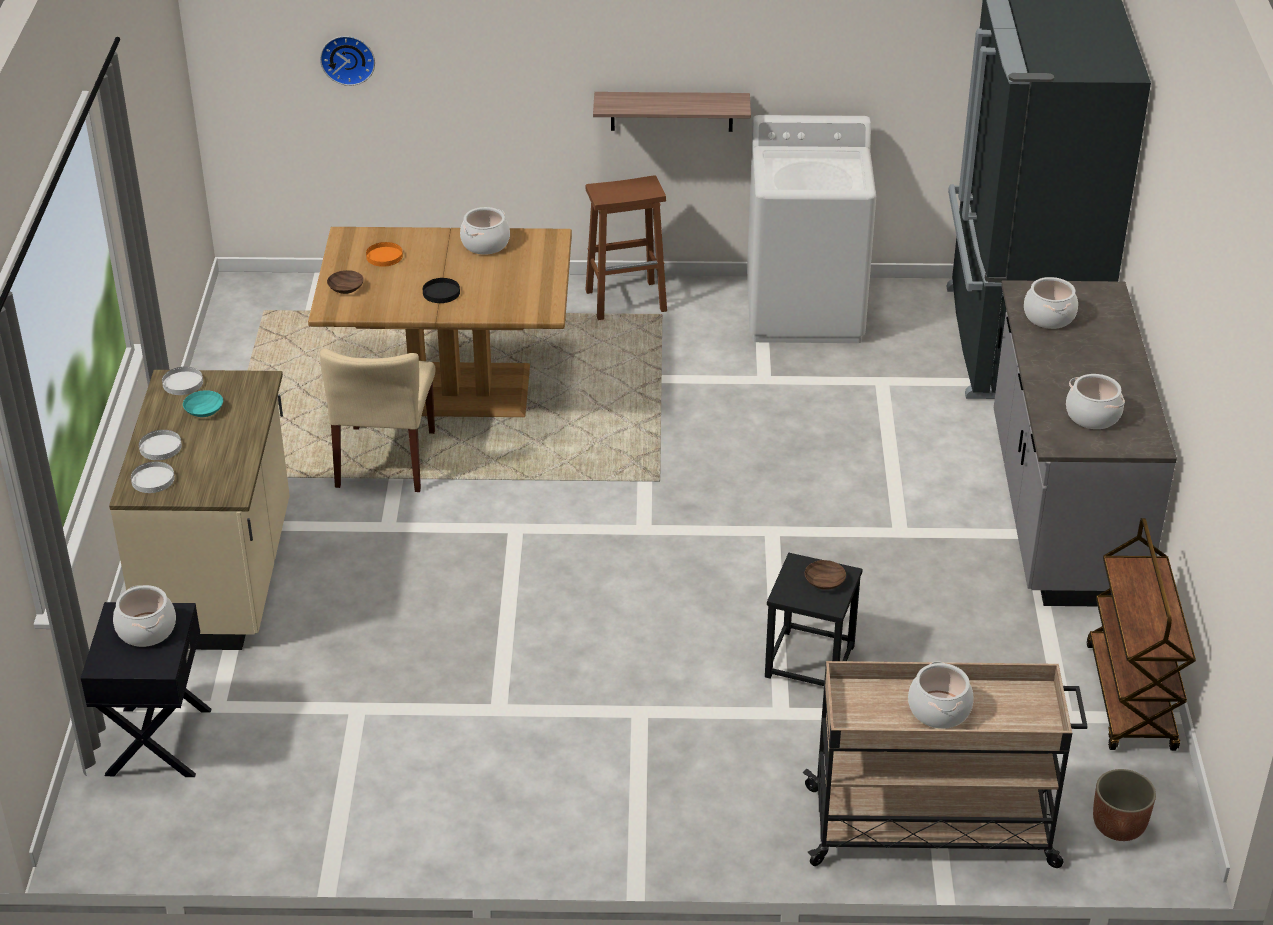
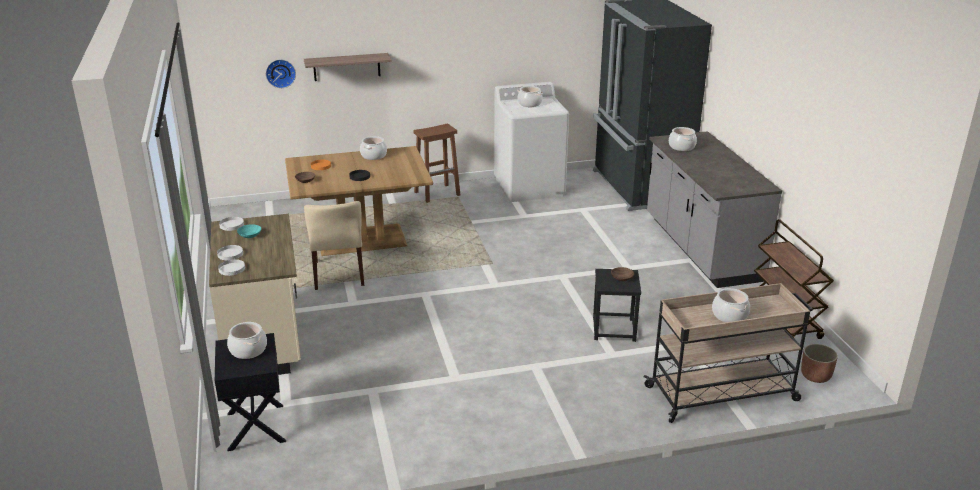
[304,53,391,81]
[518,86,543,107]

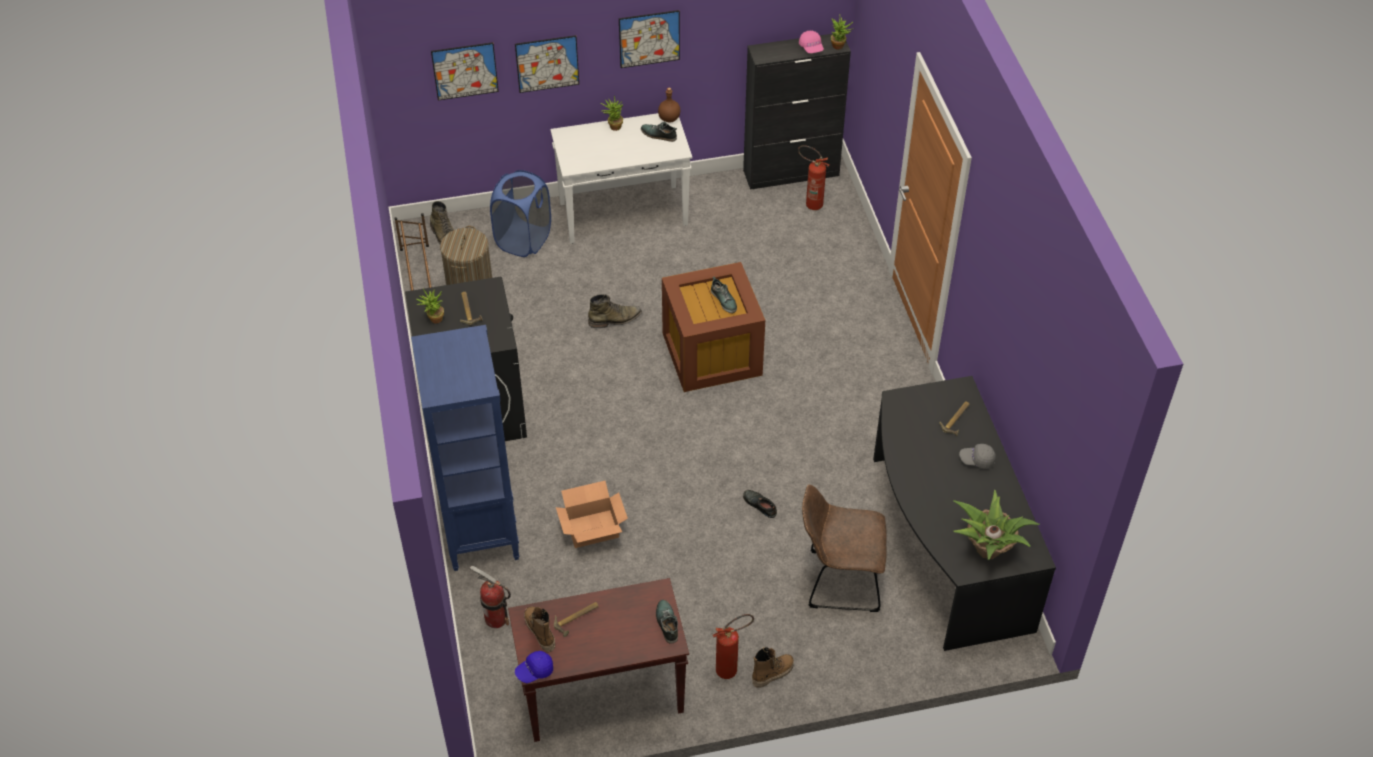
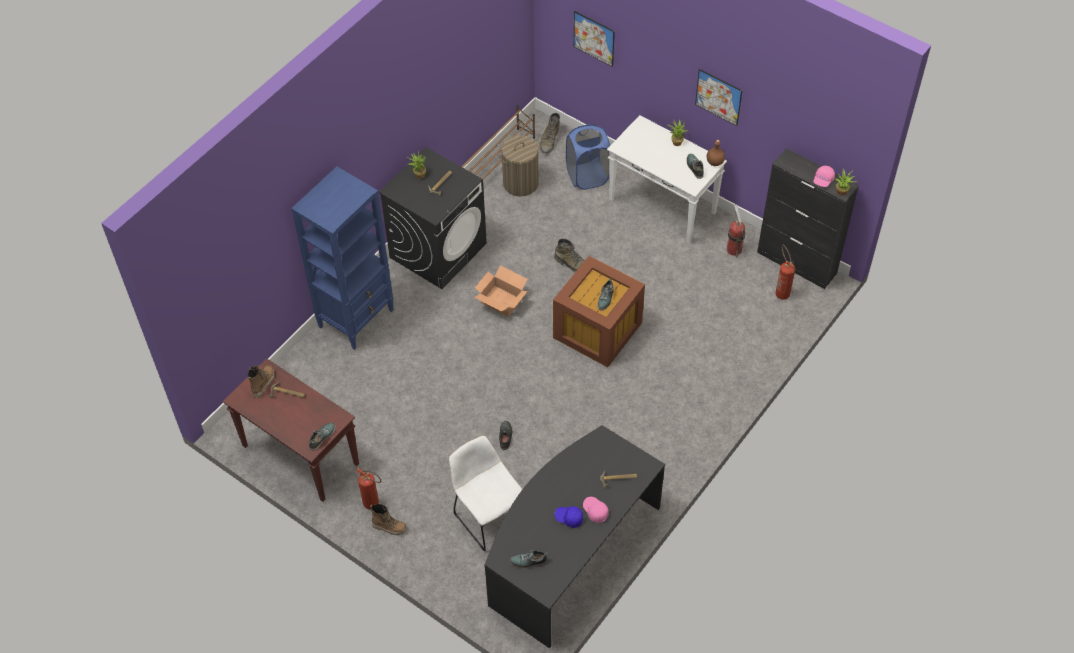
[449,436,522,551]
[474,265,528,317]
[509,550,547,568]
[554,506,583,528]
[583,497,609,523]
[727,205,745,257]
[515,35,579,93] (first image)

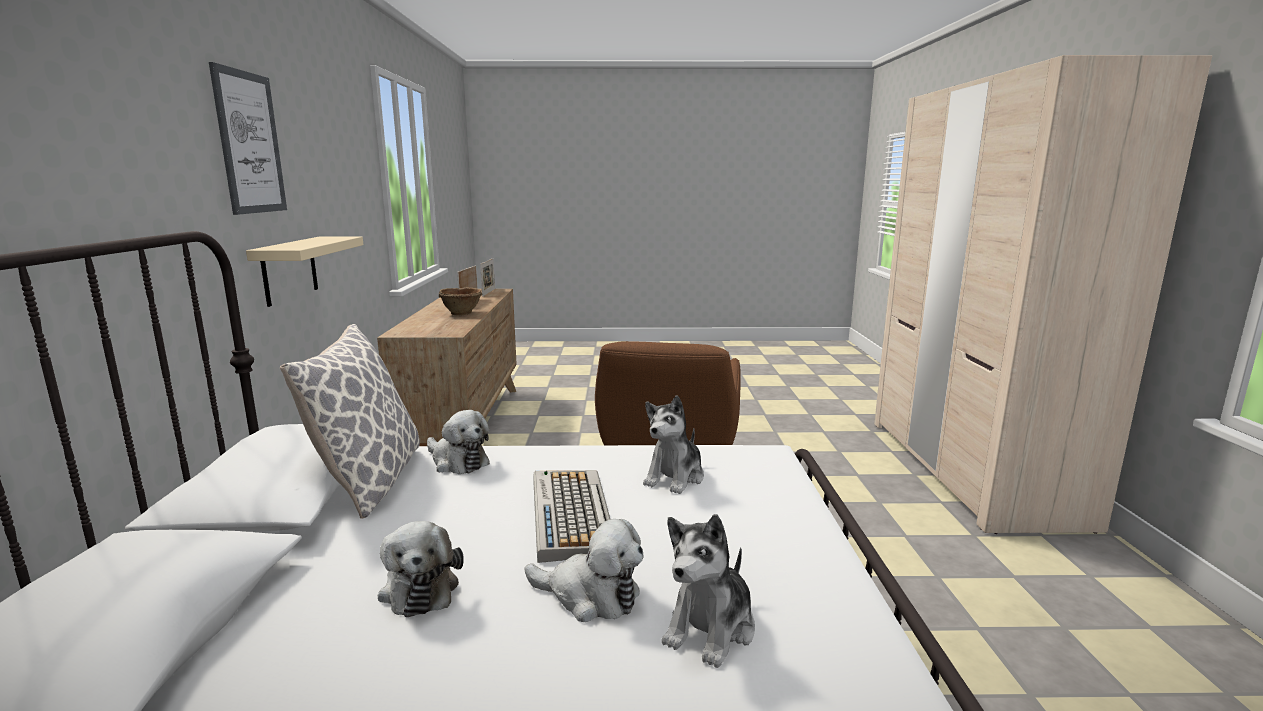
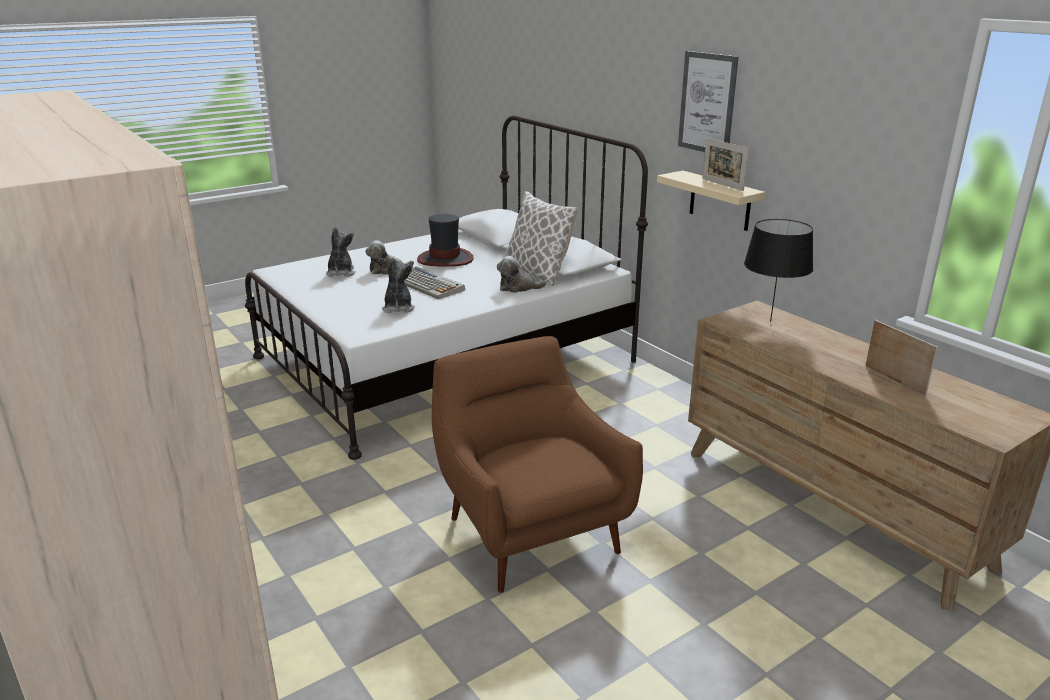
[417,214,474,267]
[702,138,749,191]
[744,219,814,322]
[439,287,482,316] (first image)

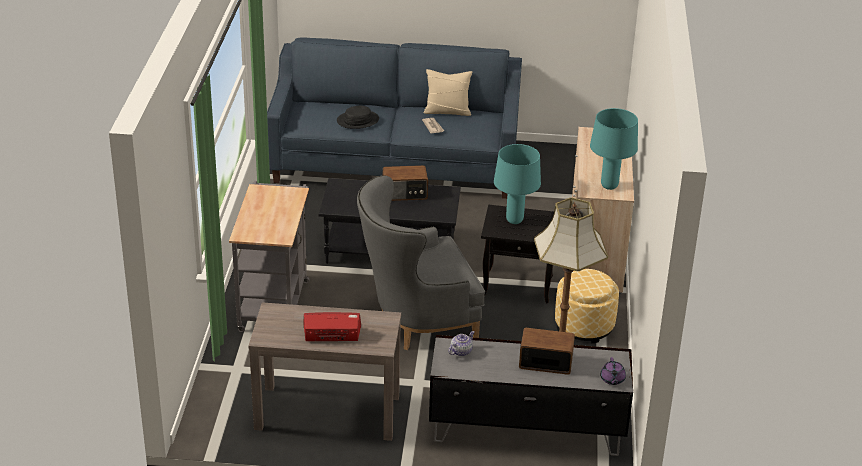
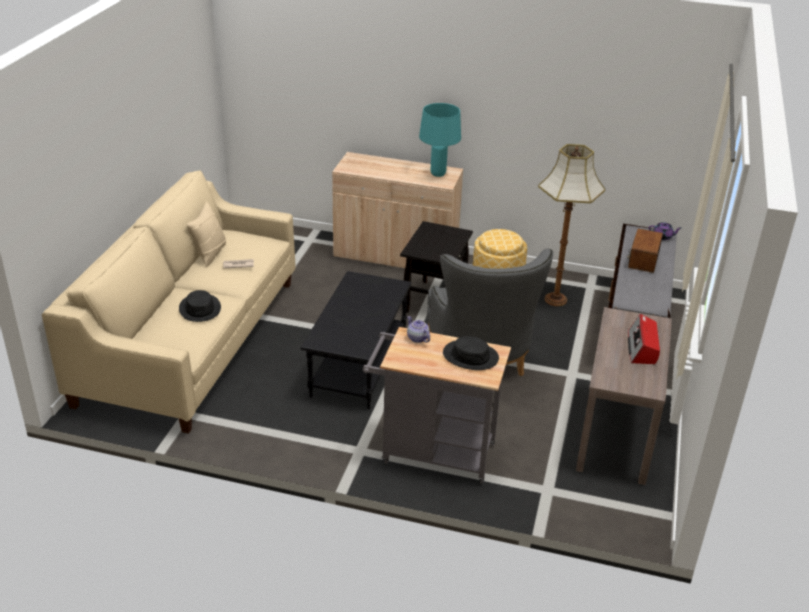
[42,170,296,434]
[407,316,430,343]
[443,336,499,370]
[383,165,428,201] (first image)
[494,144,541,224] (first image)

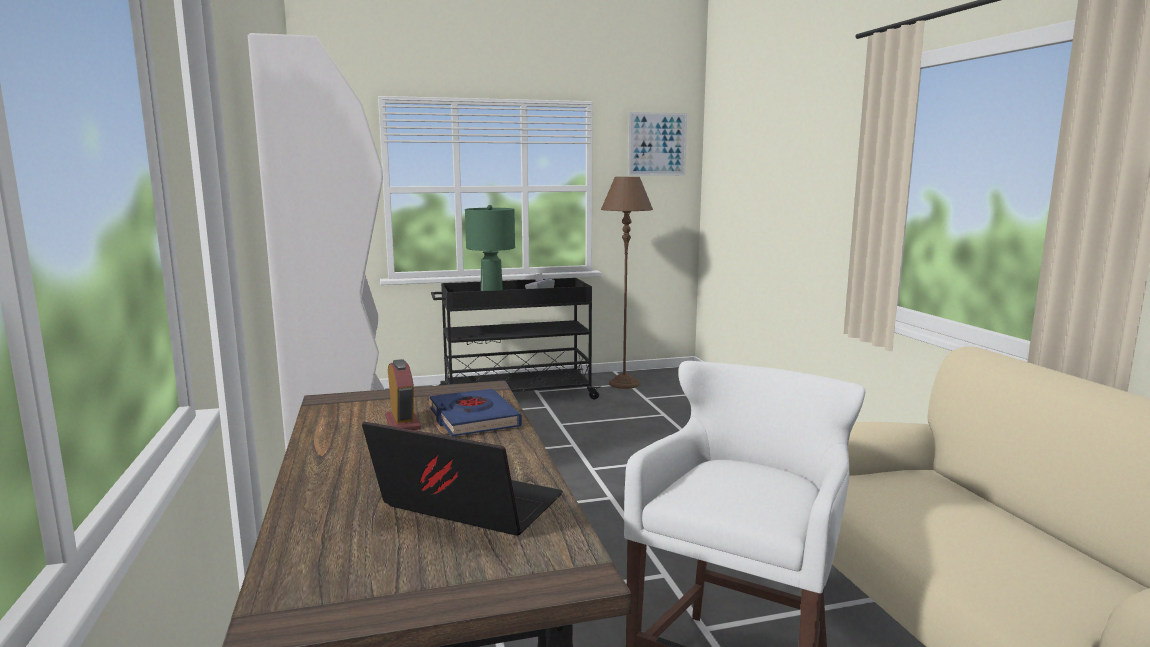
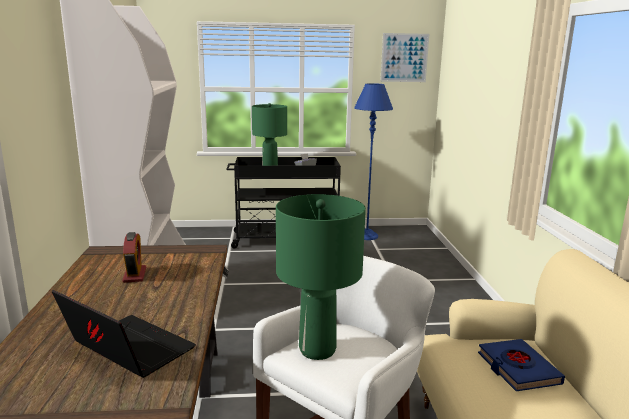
[276,194,366,360]
[354,83,393,240]
[478,339,565,391]

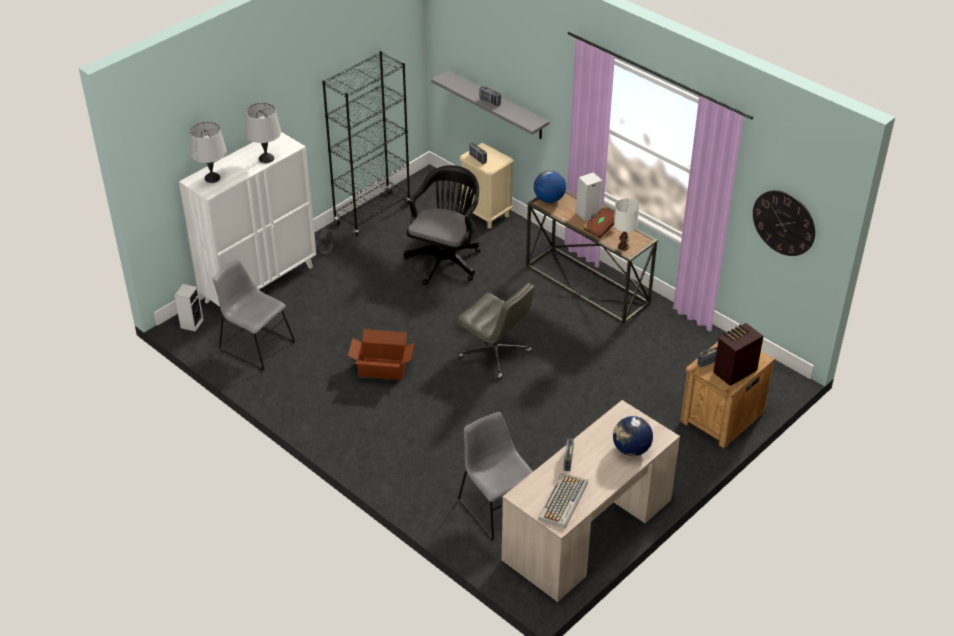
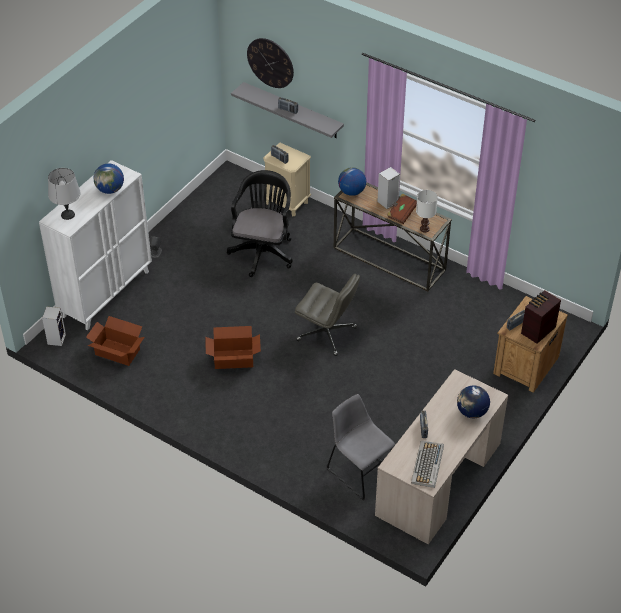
[86,316,145,366]
[94,163,124,194]
[247,38,294,88]
[322,51,410,236] (first image)

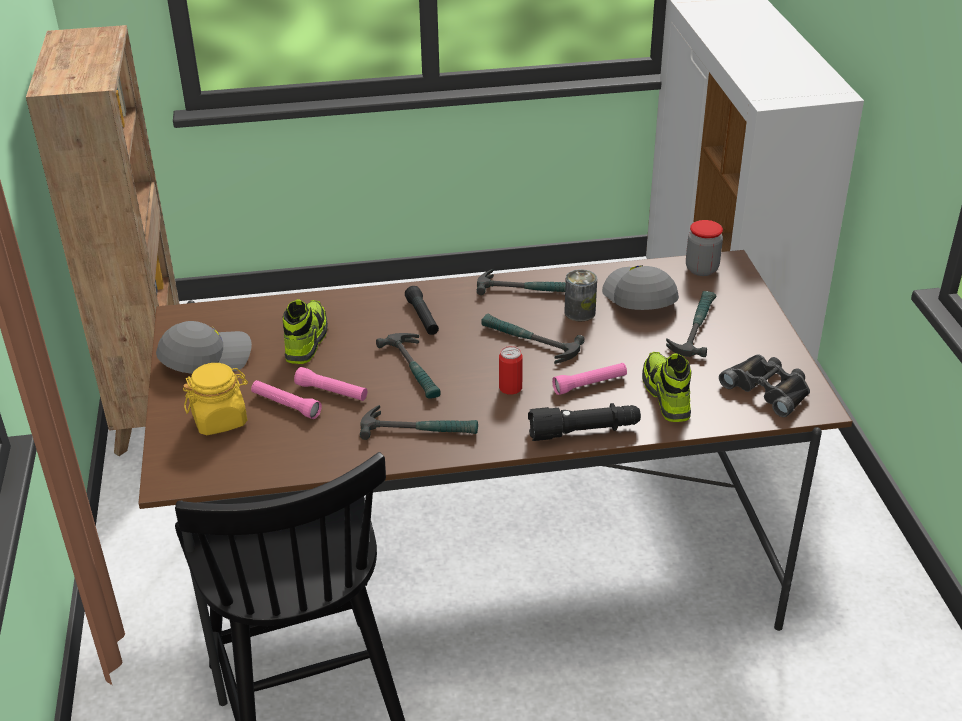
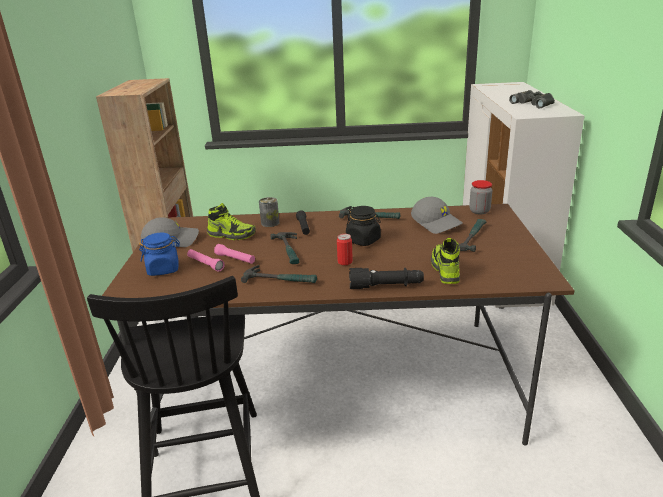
[139,233,180,276]
[207,203,256,240]
[259,197,279,227]
[346,206,381,246]
[411,197,463,234]
[509,90,555,108]
[552,363,627,395] (first image)

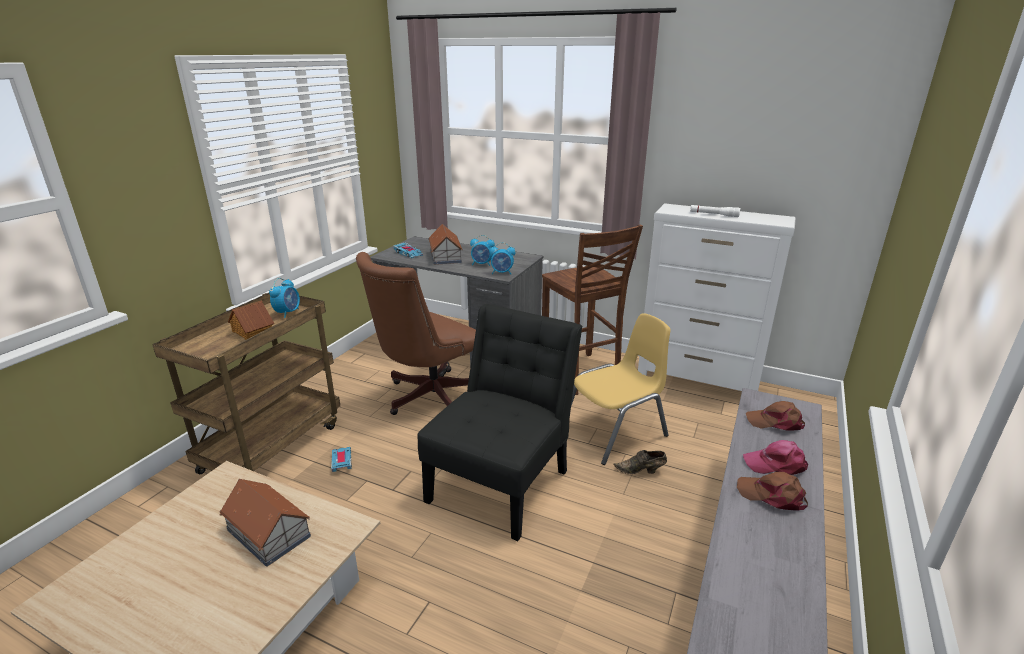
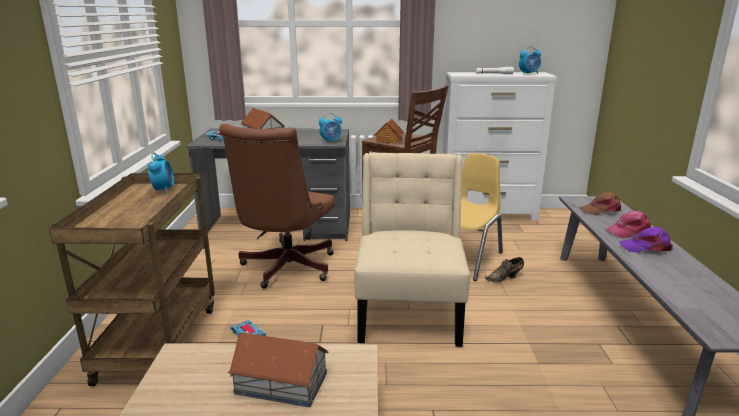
[355,153,470,347]
[374,119,405,144]
[519,46,541,75]
[619,227,673,253]

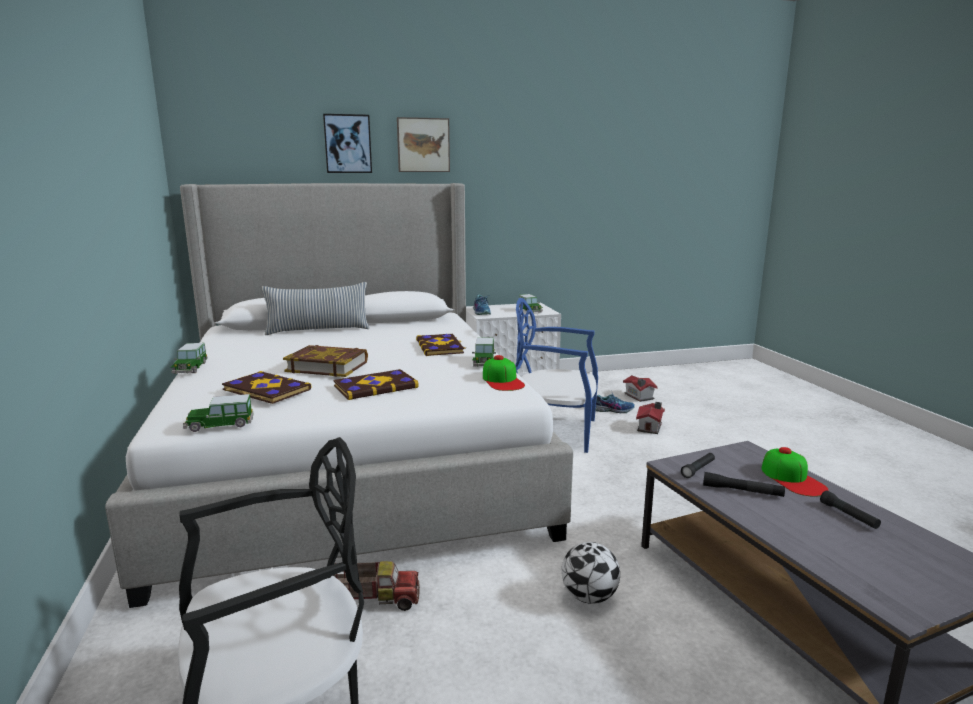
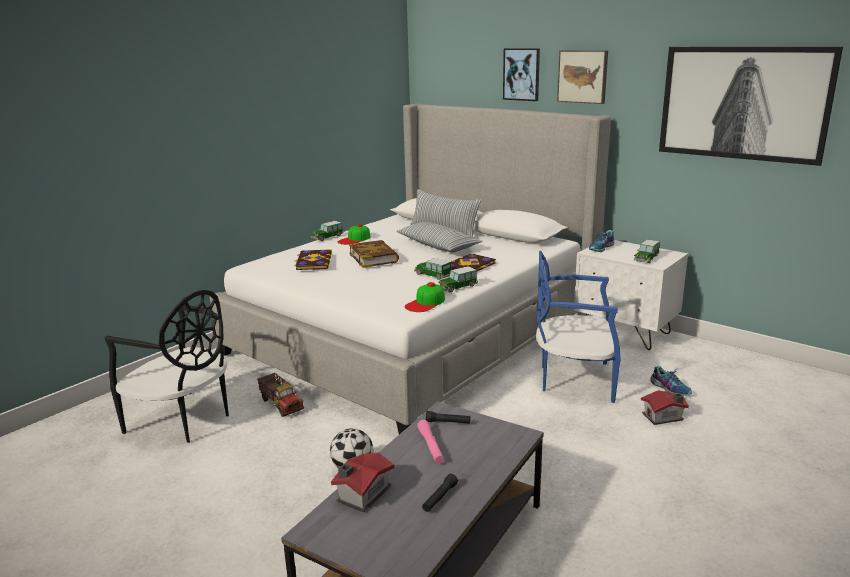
[331,452,394,513]
[338,224,370,245]
[396,222,483,252]
[414,258,451,280]
[417,420,444,464]
[536,251,621,403]
[659,46,843,166]
[334,369,419,400] (first image)

